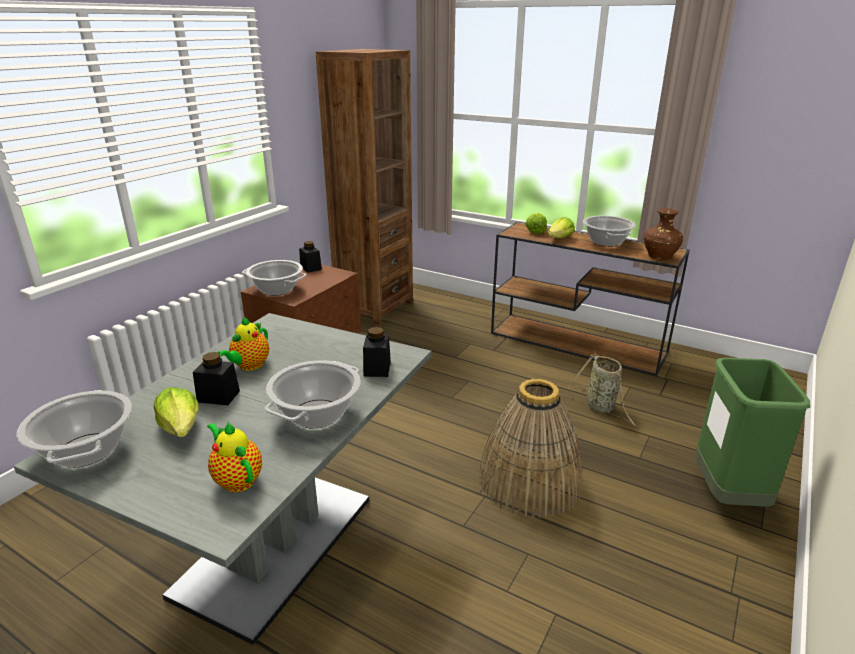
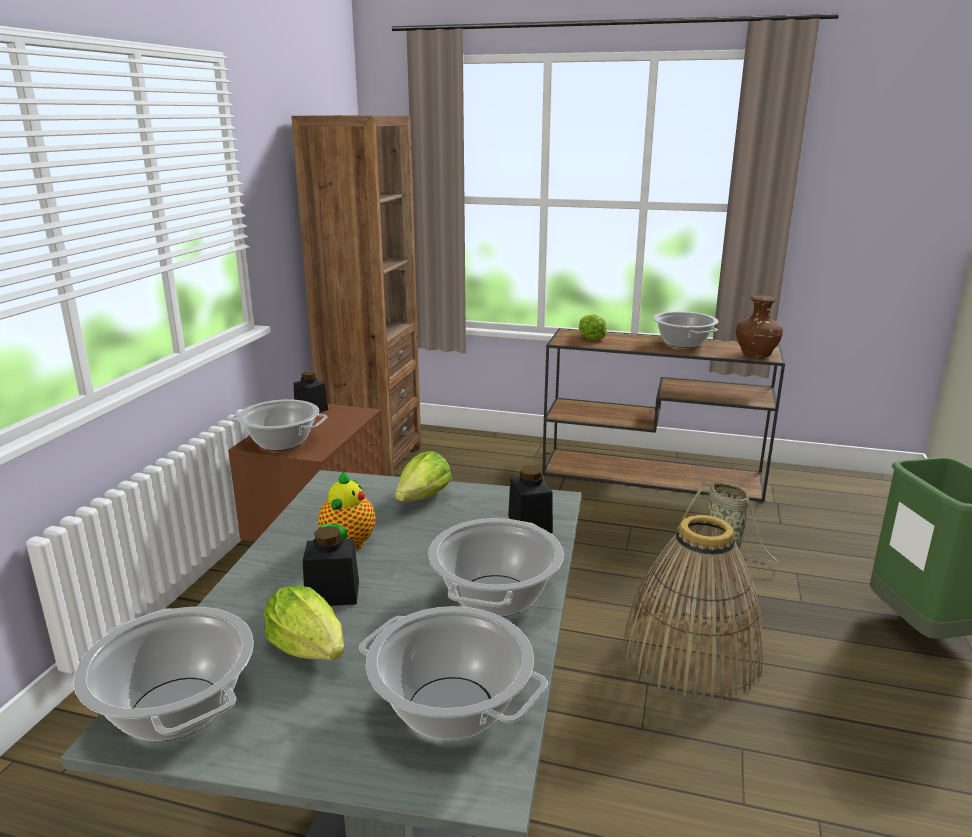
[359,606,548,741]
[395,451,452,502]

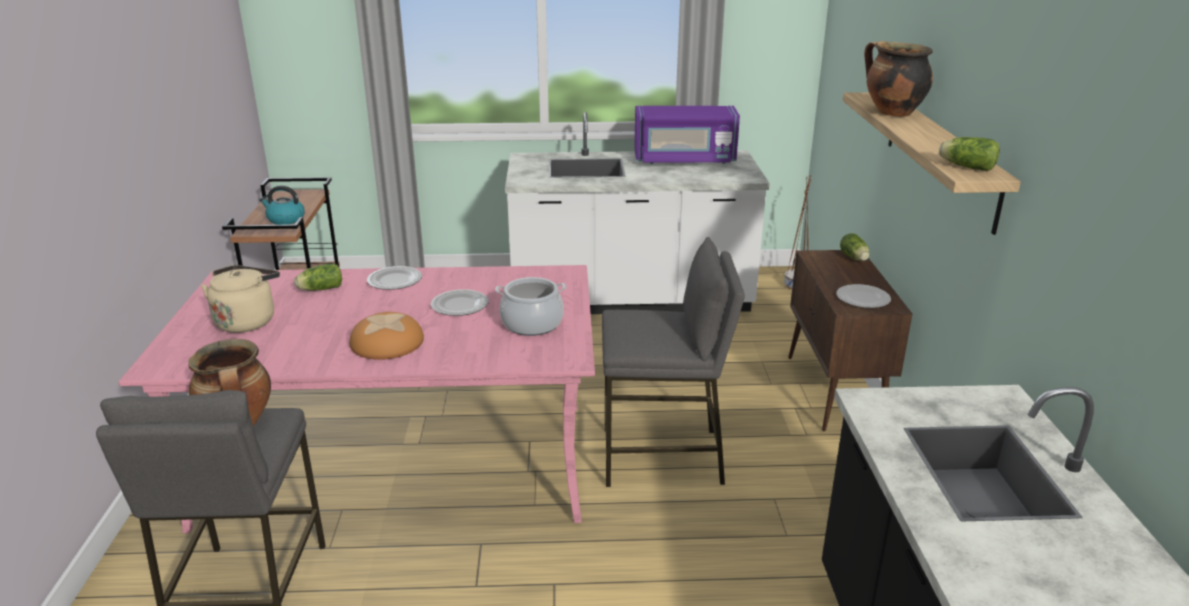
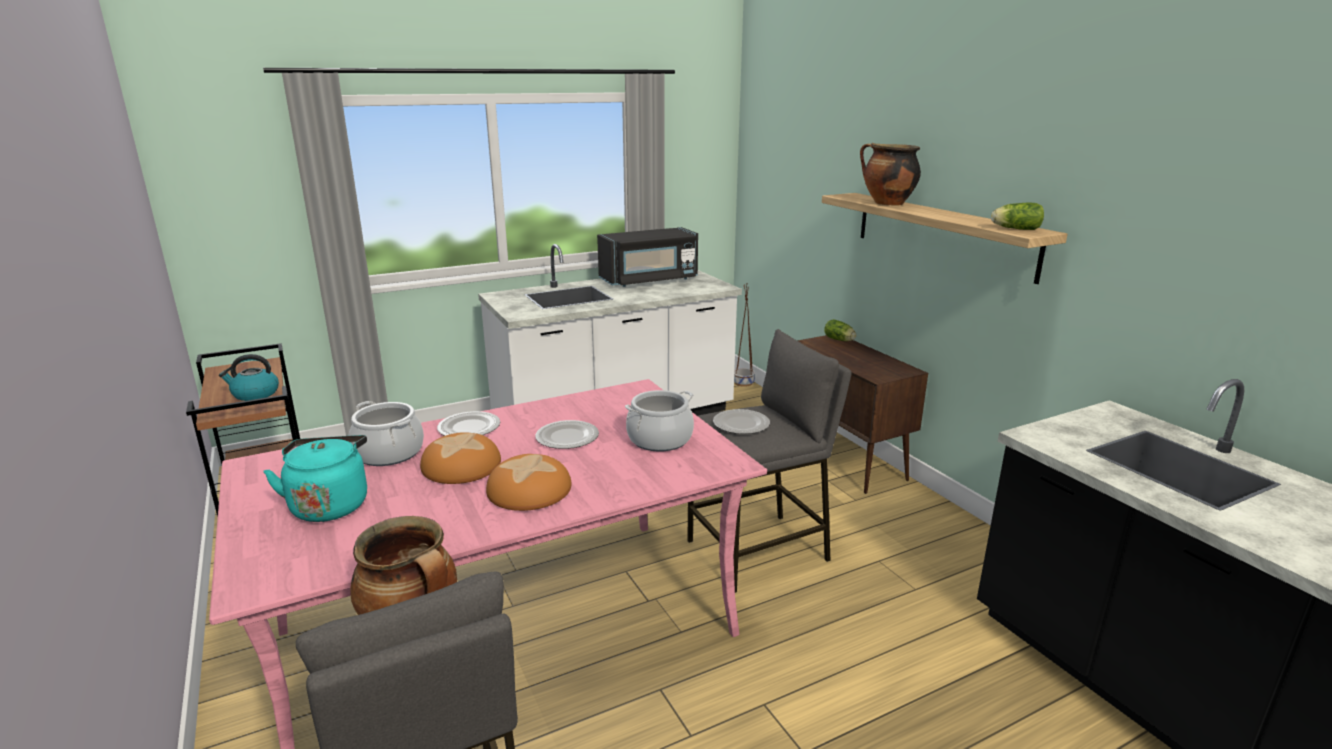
[263,435,367,522]
[349,401,424,466]
[420,432,501,484]
[597,227,698,287]
[713,409,770,434]

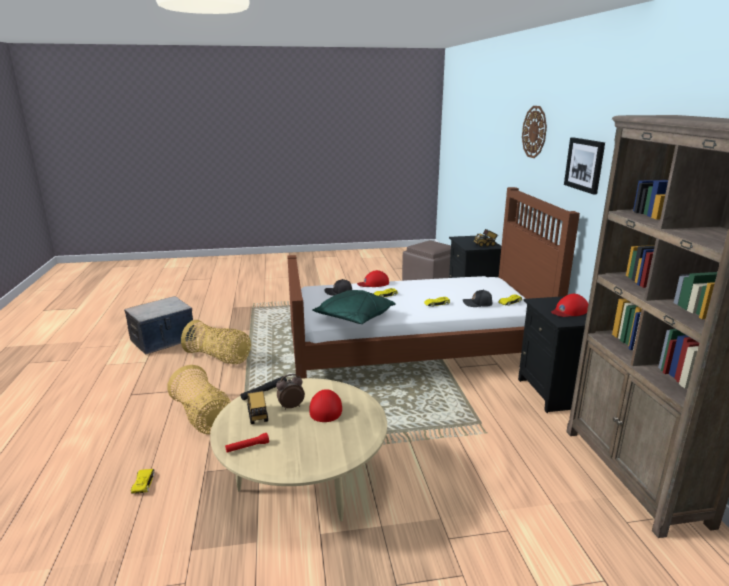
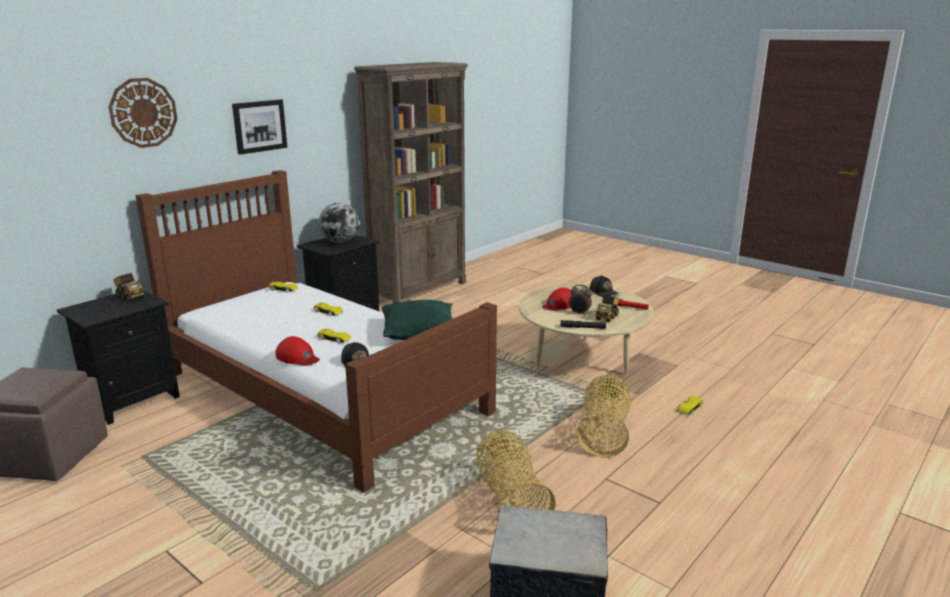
[319,203,359,243]
[590,275,619,297]

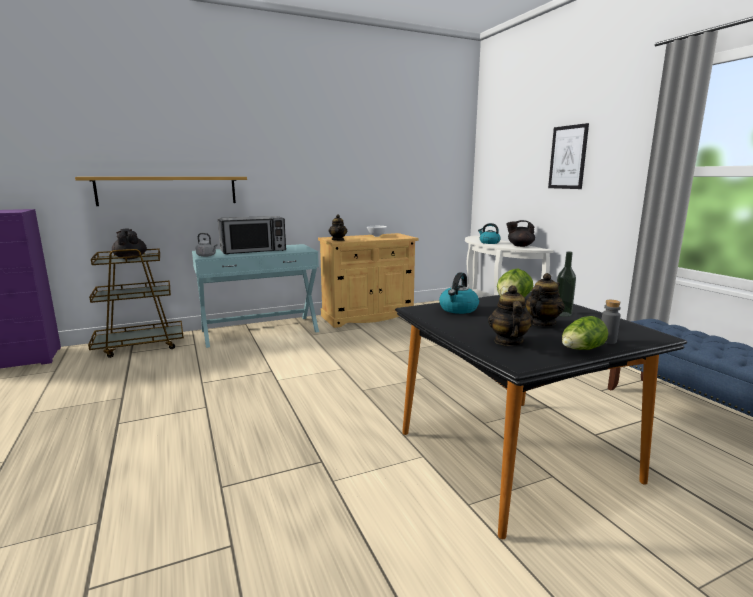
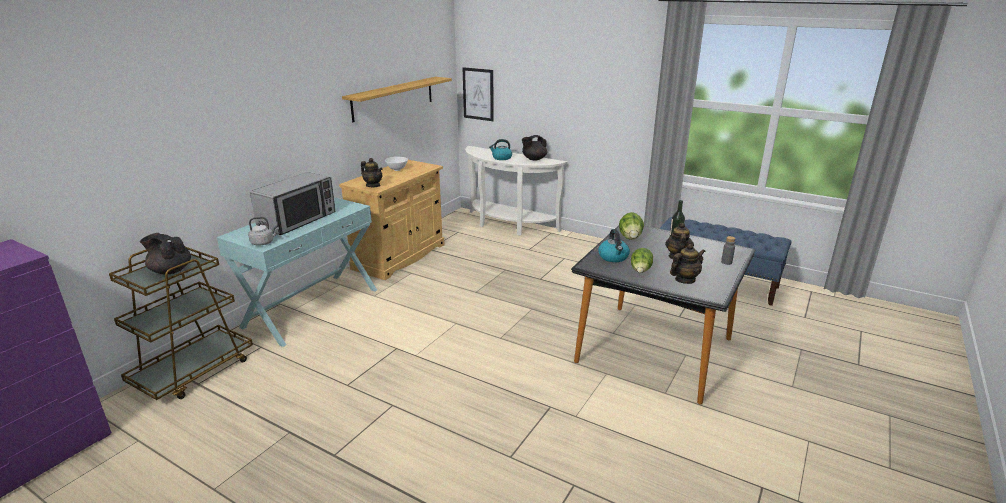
[342,77,452,122]
[463,67,494,121]
[631,248,653,273]
[670,244,706,284]

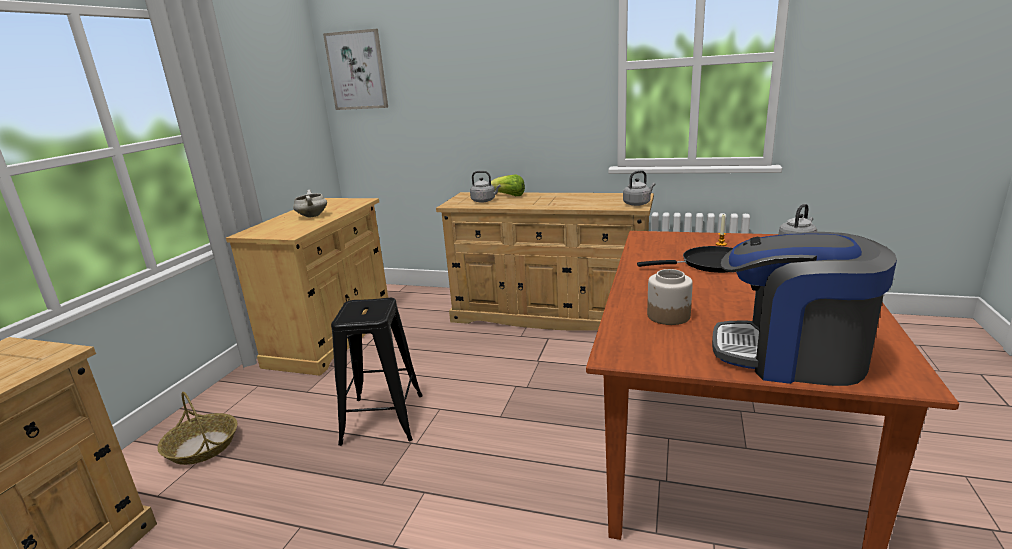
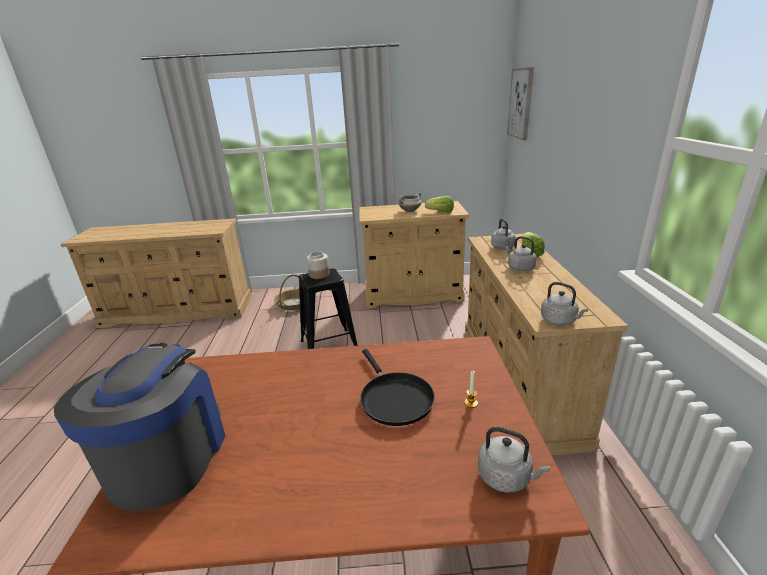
[307,251,330,279]
[425,196,454,213]
[505,236,537,271]

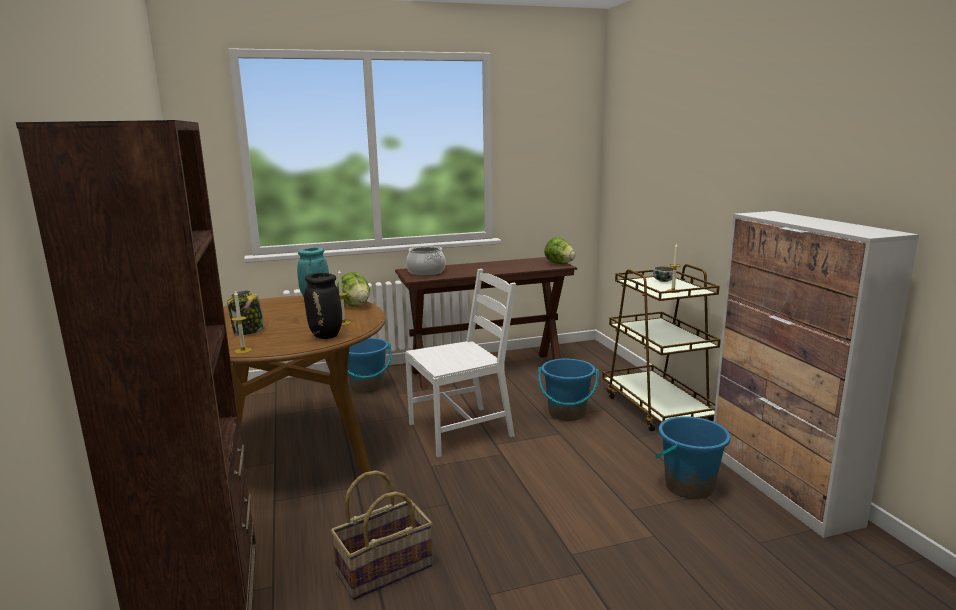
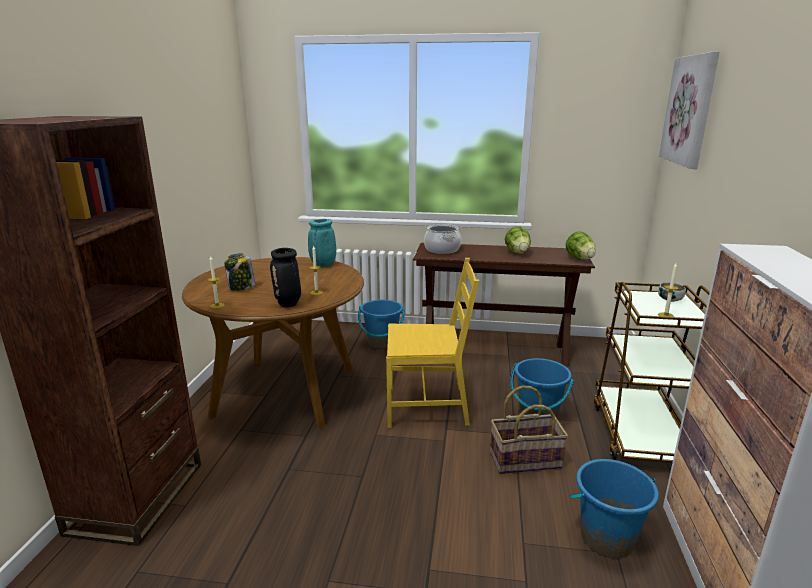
[386,258,479,428]
[490,386,568,474]
[505,226,531,254]
[659,52,719,169]

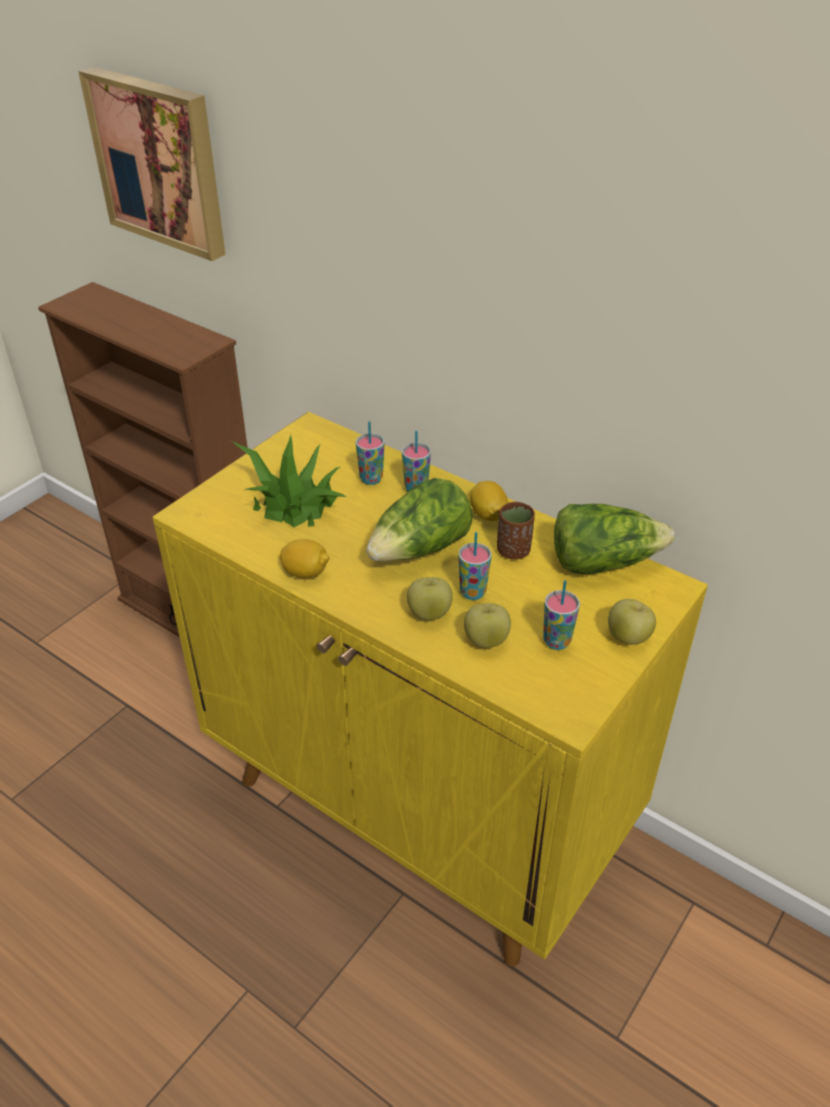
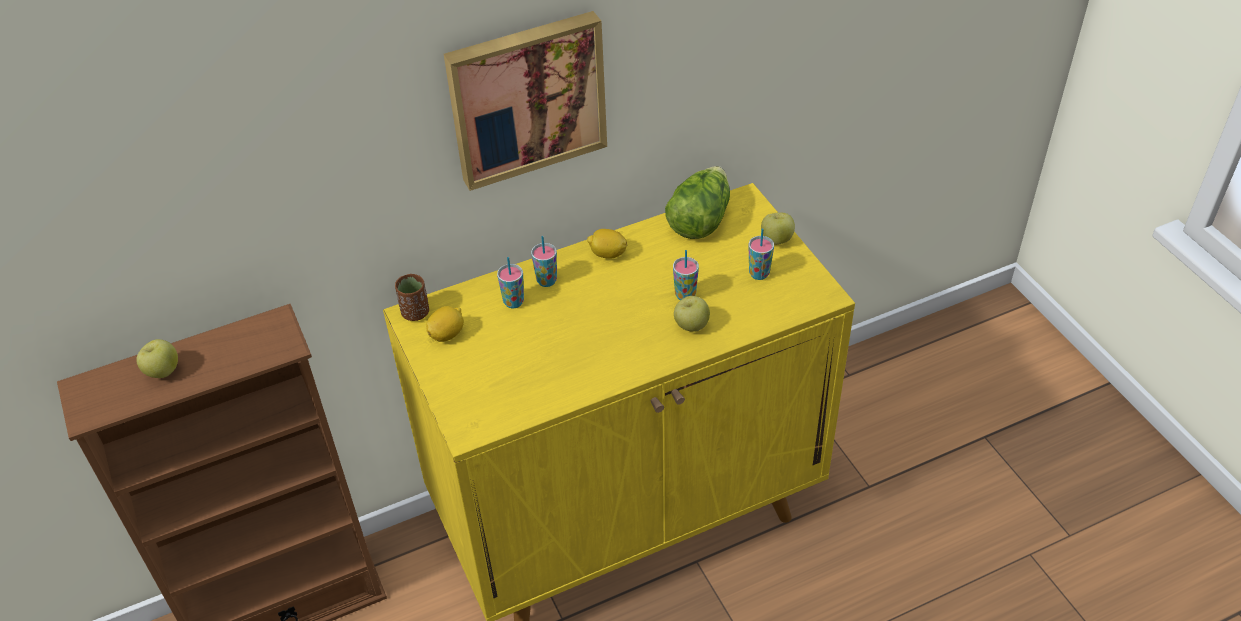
[136,339,178,378]
[395,274,429,321]
[426,306,464,342]
[444,11,607,191]
[232,435,346,527] (first image)
[366,478,473,561] (first image)

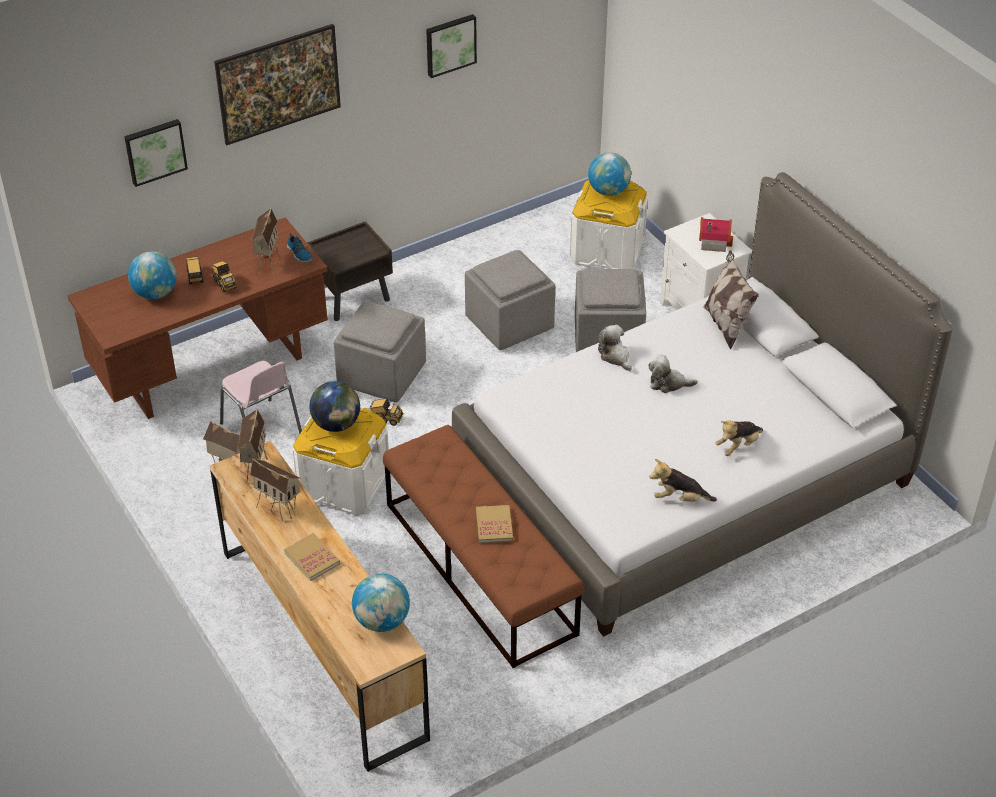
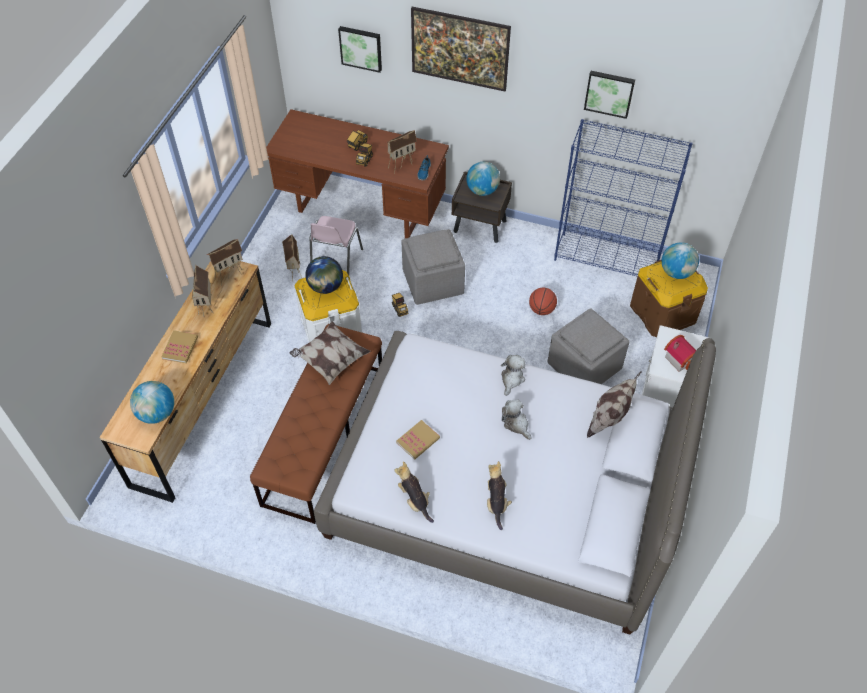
[290,321,371,385]
[396,420,440,459]
[466,162,500,196]
[487,461,512,530]
[529,288,557,315]
[554,119,693,277]
[630,260,708,337]

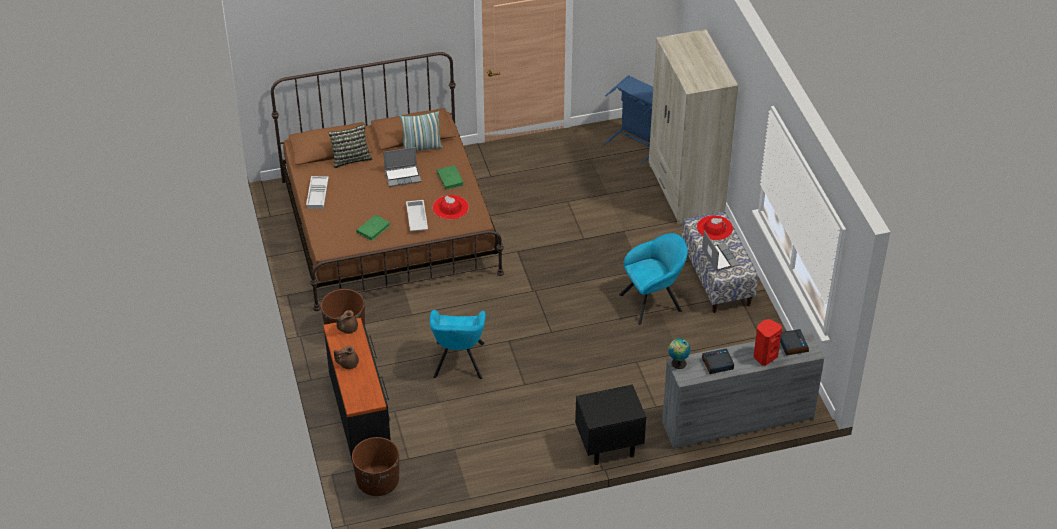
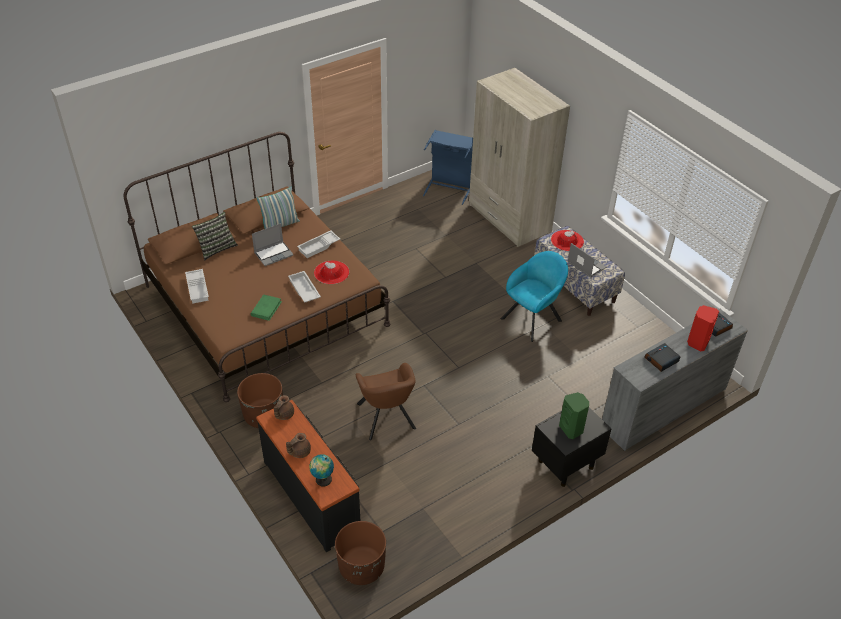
[297,231,340,258]
[309,454,334,486]
[356,363,416,440]
[559,392,589,439]

